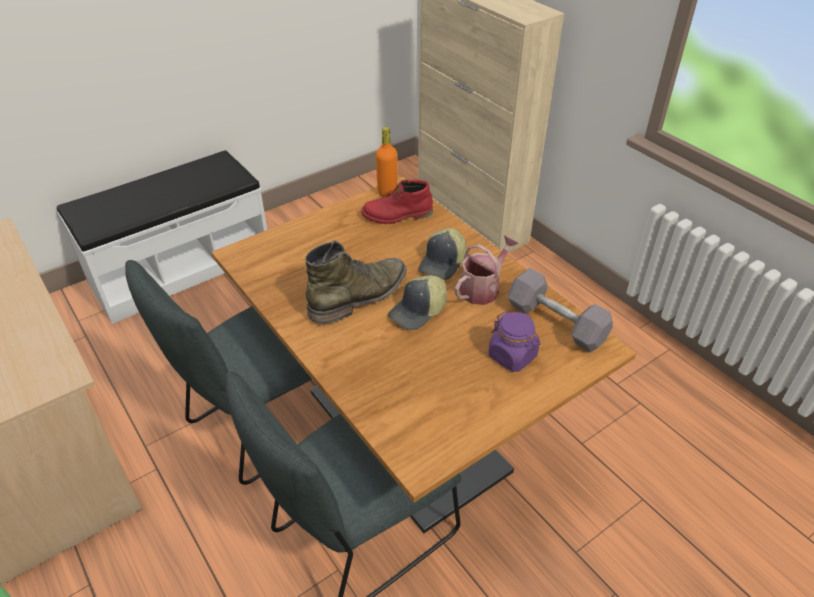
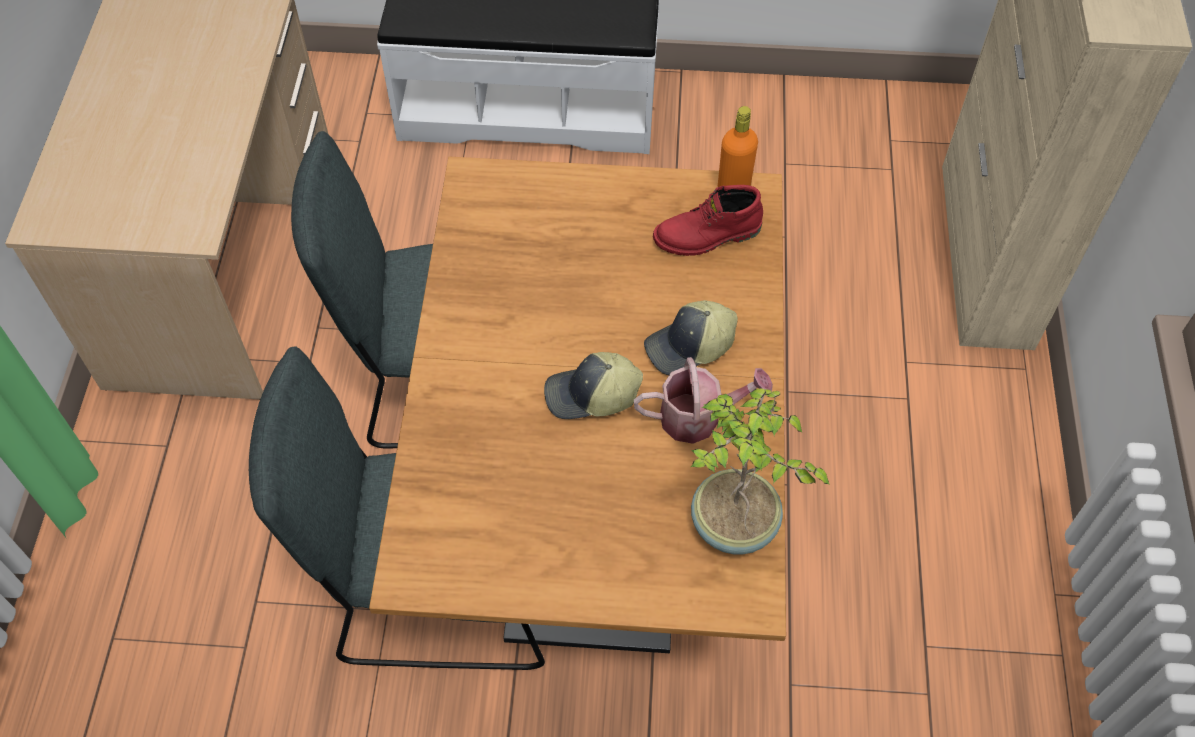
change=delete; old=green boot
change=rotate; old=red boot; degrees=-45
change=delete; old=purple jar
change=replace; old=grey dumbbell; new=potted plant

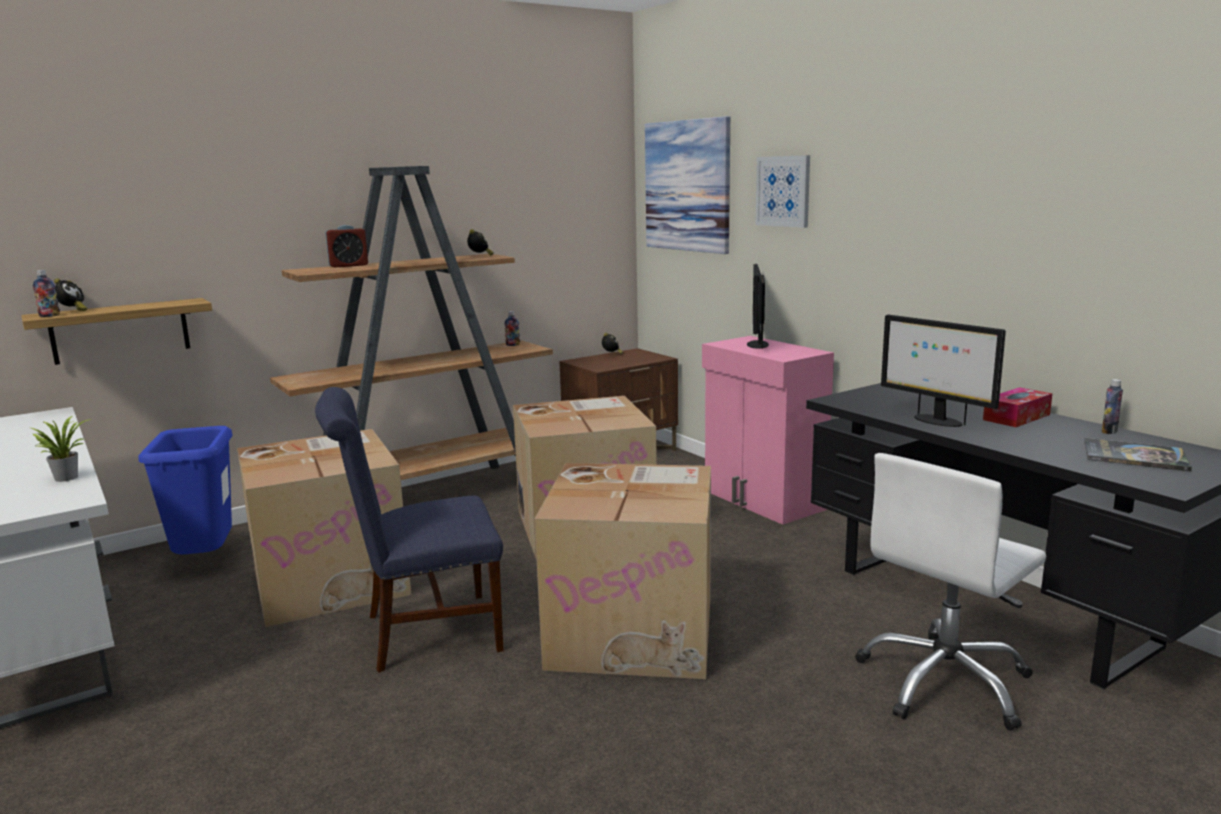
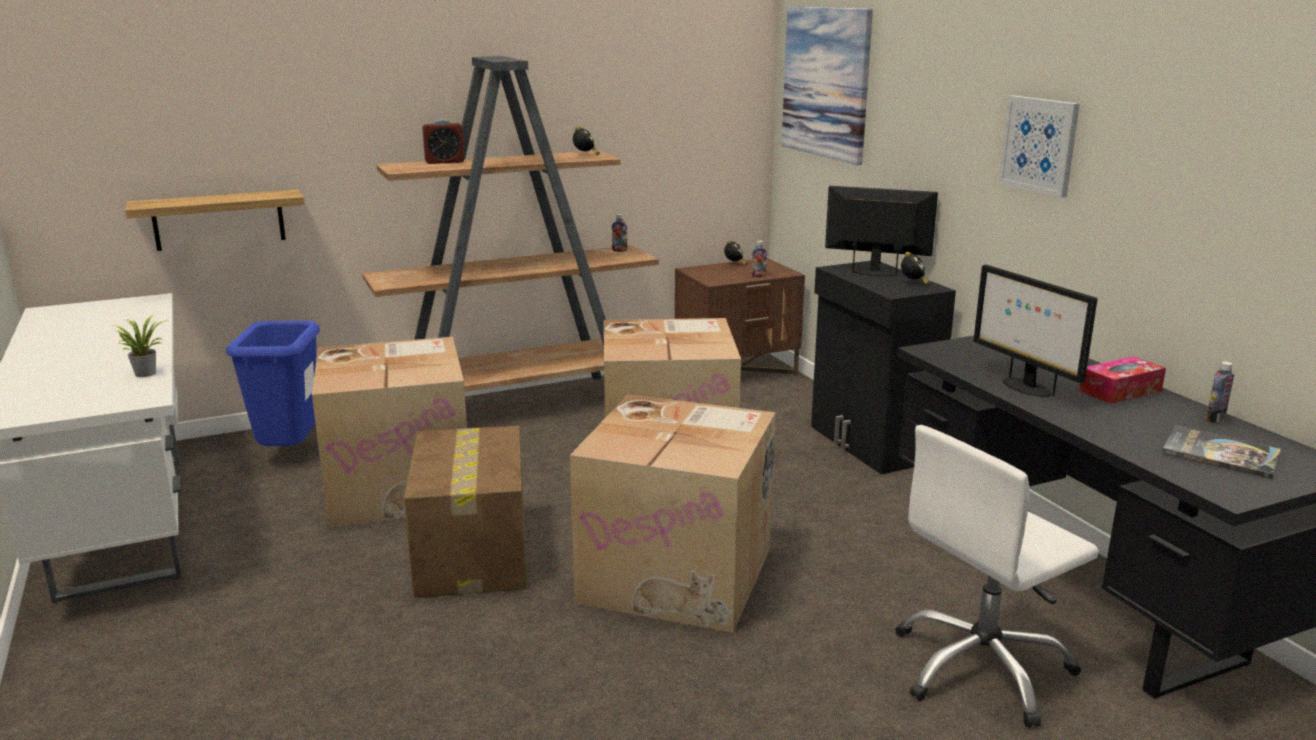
change=move; old=bottle (1st from left in the first image); new=bottle (2nd from left)
change=move; old=alarm clock (1st from left in the first image); new=alarm clock (4th from left)
change=replace; old=blue chair; new=cardboard box (2nd from left)
change=recolor; old=pink cabinet; new=black cabinet
change=rotate; old=monitor (1st from left); degrees=90
change=move; old=picture (2nd from left)

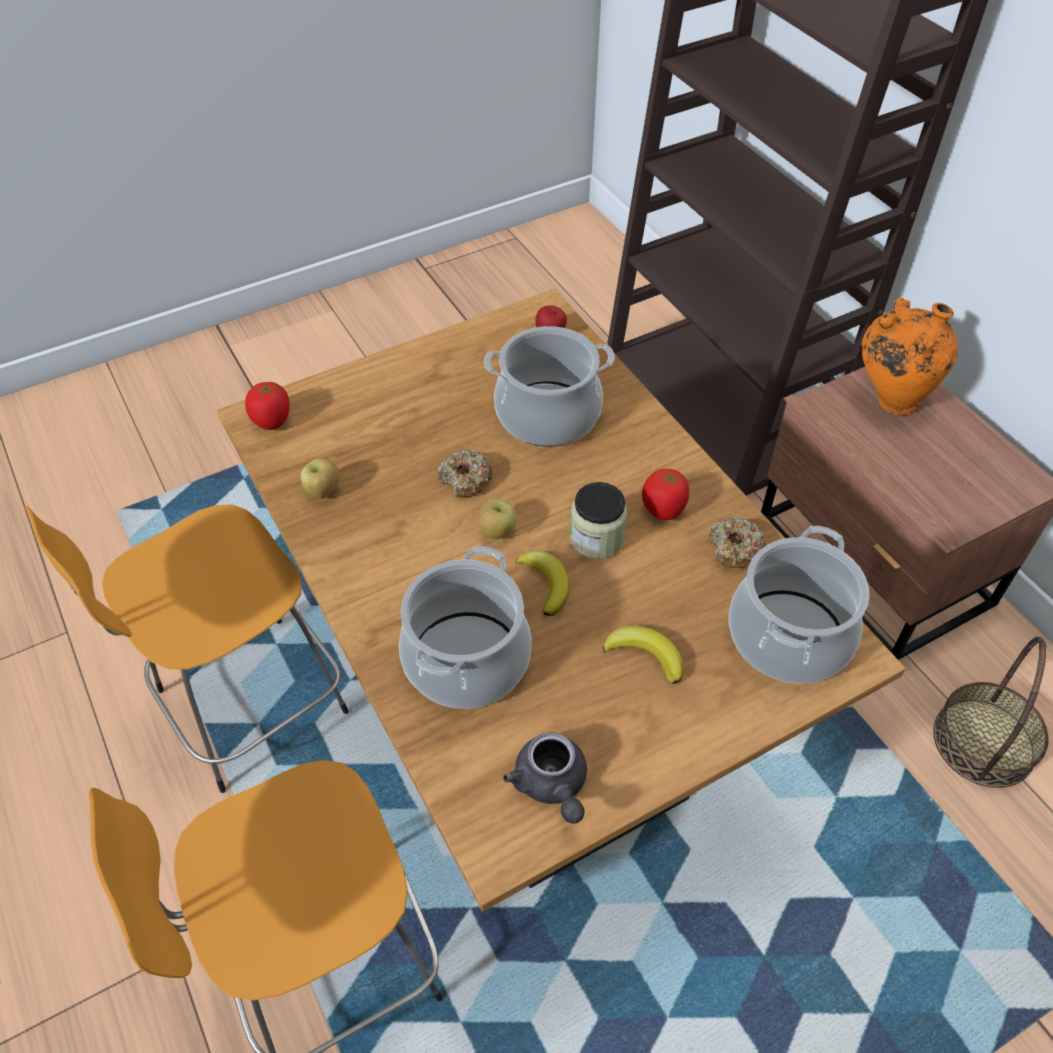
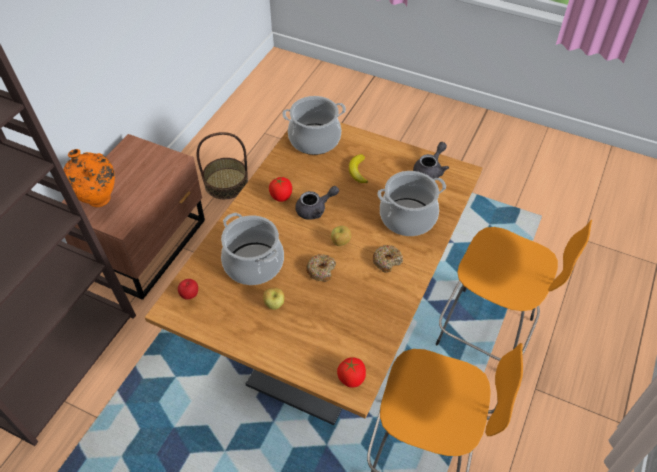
change=move; old=apple (1st from left in the first image); new=apple (2nd from left)
change=delete; old=banana (1st from left)
change=replace; old=jar; new=grey teapot (1st from left)
change=move; old=donut (2nd from left)

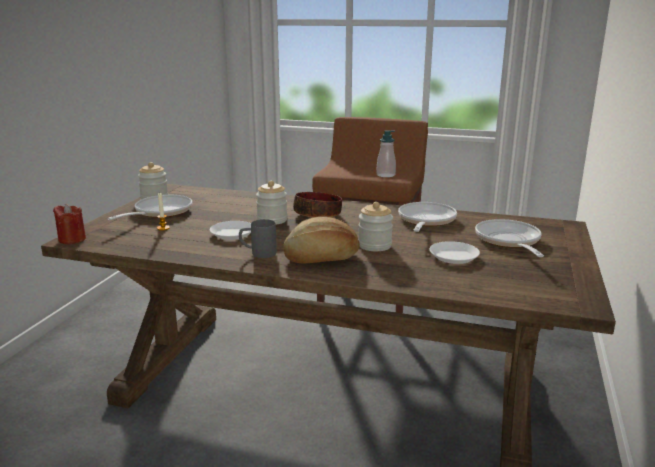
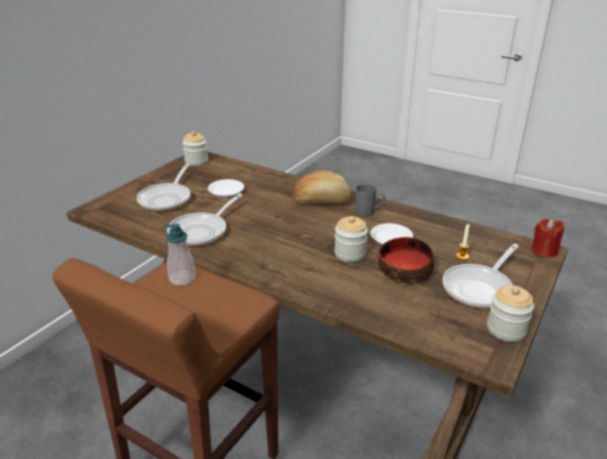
change=move; old=bowl
change=move; old=jar (3rd from left in the first image); new=jar (1st from left)

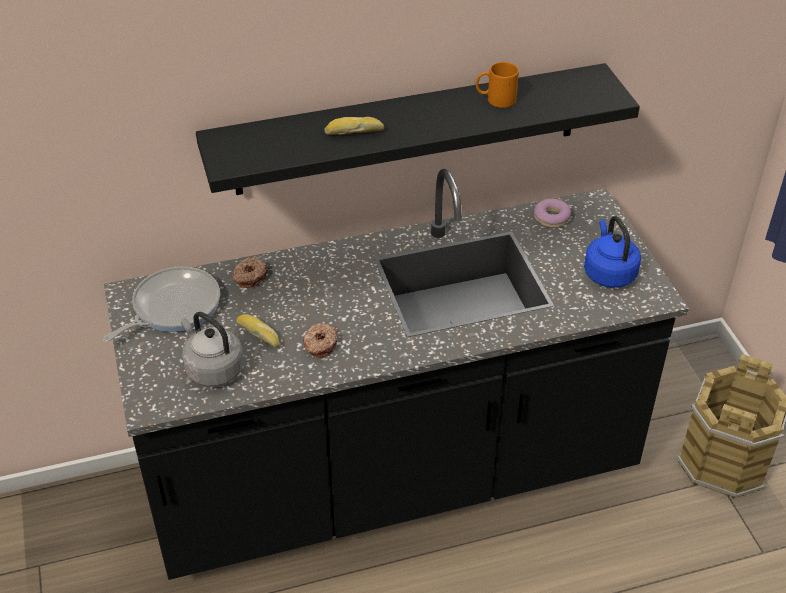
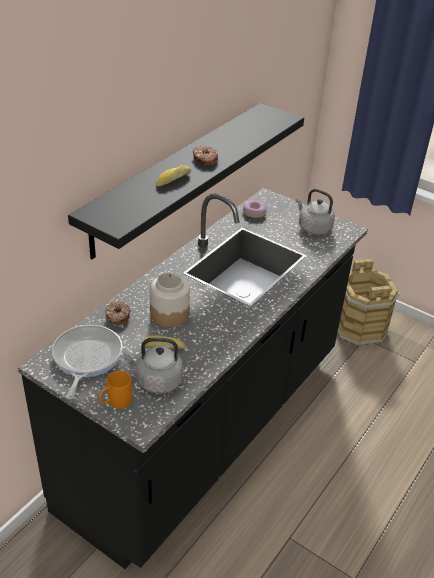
change=move; old=donut (2nd from left)
change=move; old=orange mug
change=recolor; old=blue kettle; new=grey kettle (2nd from left)
change=insert; new=jar

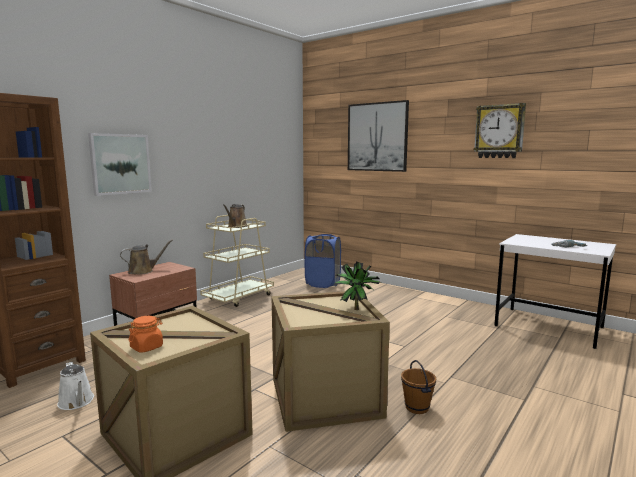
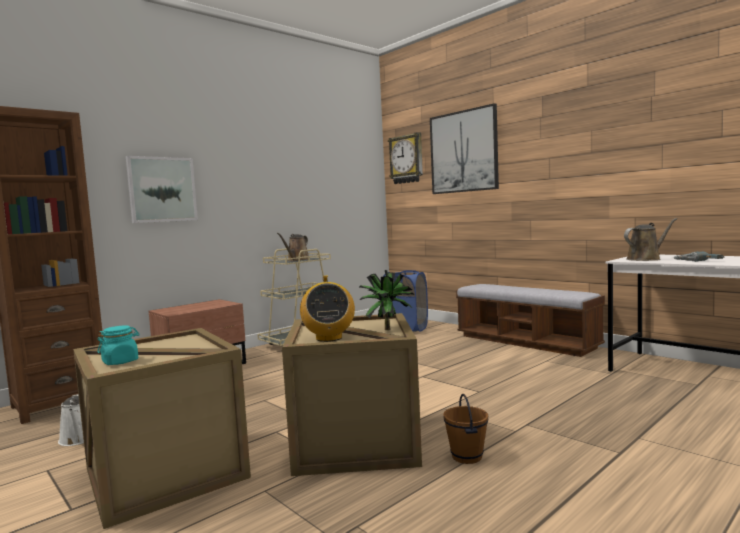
change=move; old=brown watering can (1st from left in the first image); new=brown watering can (2nd from left)
change=recolor; old=orange jar; new=turquoise jar
change=move; old=wall clock
change=insert; new=radio
change=insert; new=bench

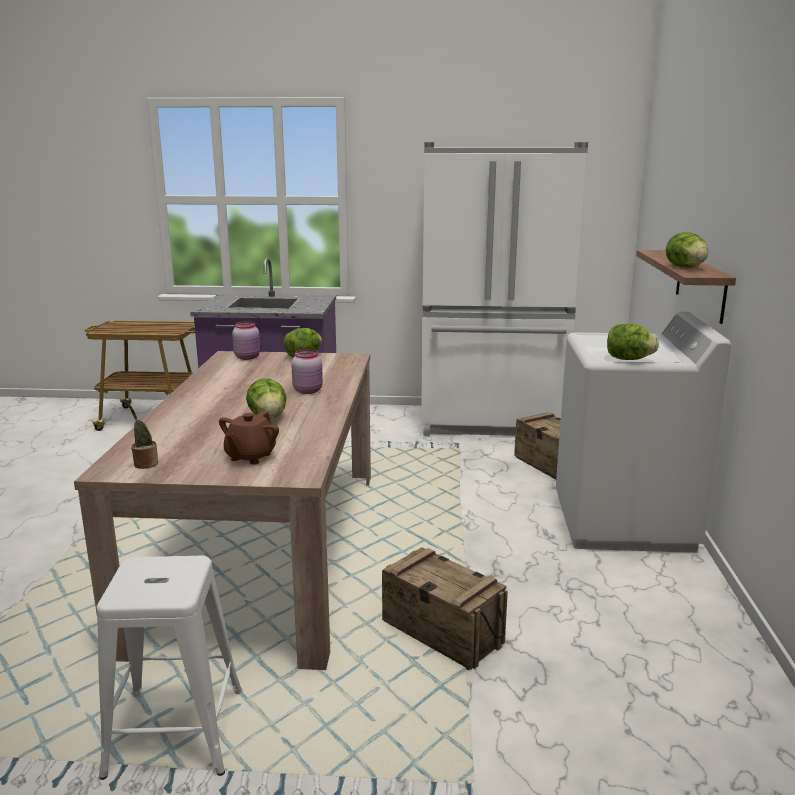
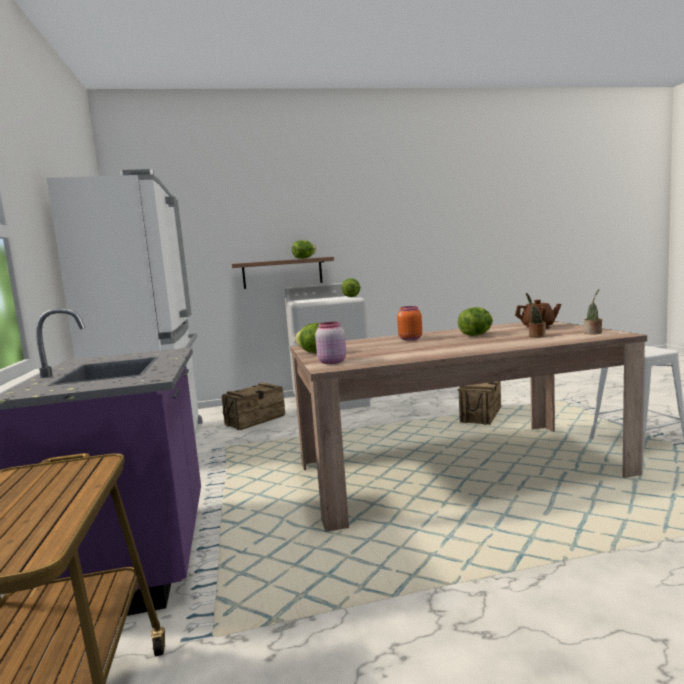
change=recolor; old=pink jar (2nd from left); new=orange jar
change=insert; new=potted plant (1st from left)

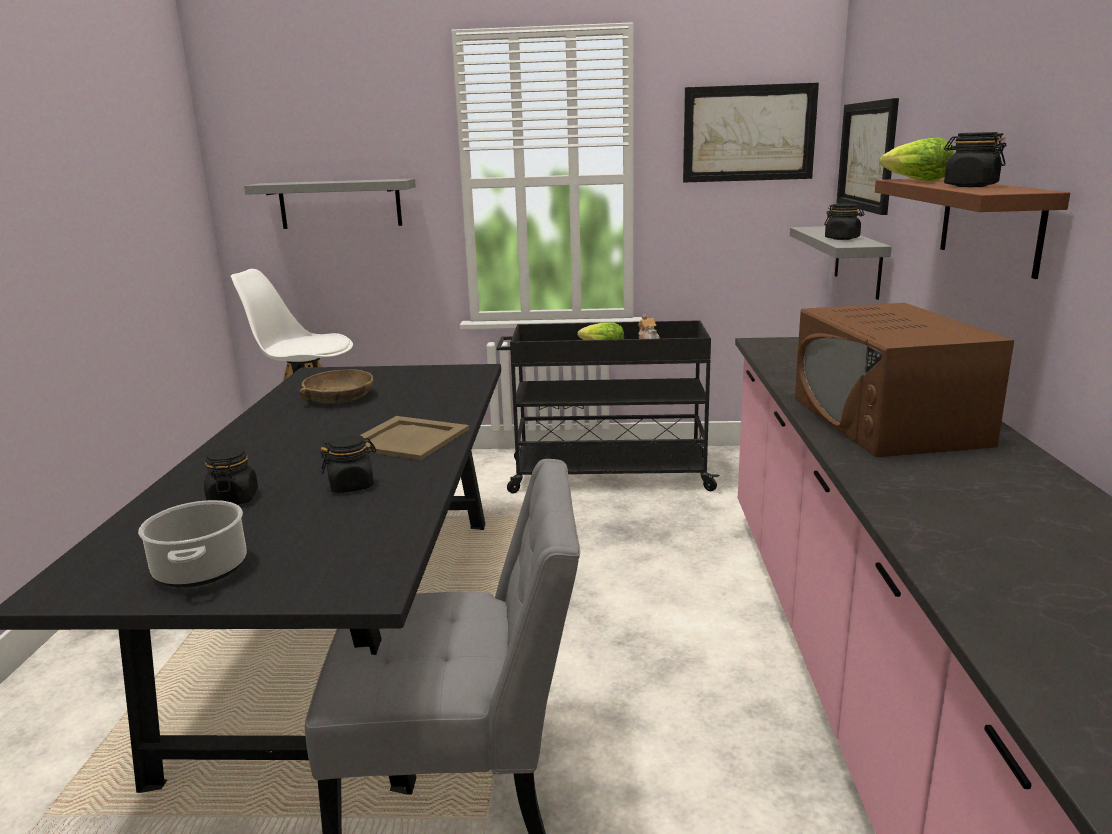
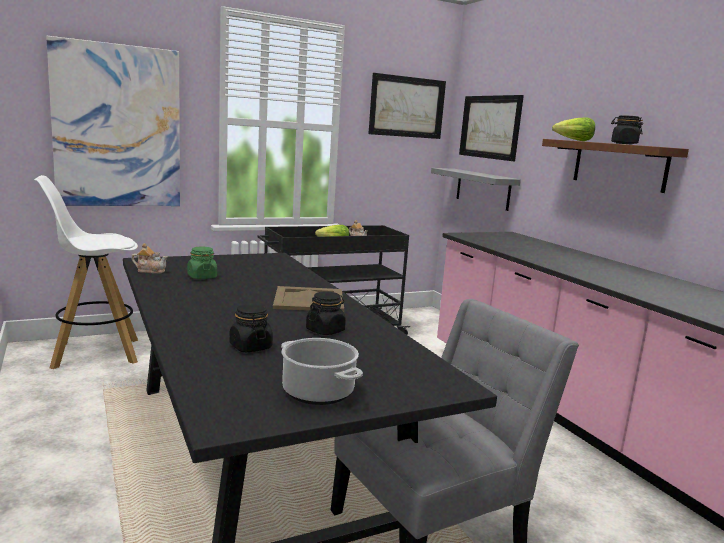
change=replace; old=grey shelf (1st from left); new=picture (1st from left)
change=replace; old=brown bowl; new=green jar
change=delete; old=brown microwave
change=delete; old=black jar (3rd from left)
change=insert; new=teapot (1st from left)

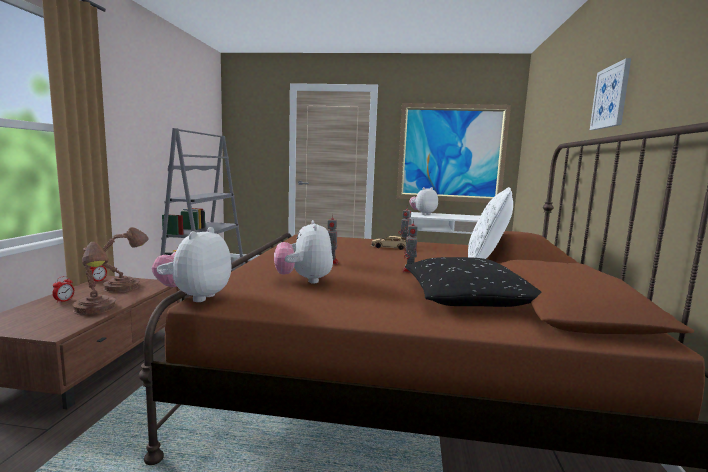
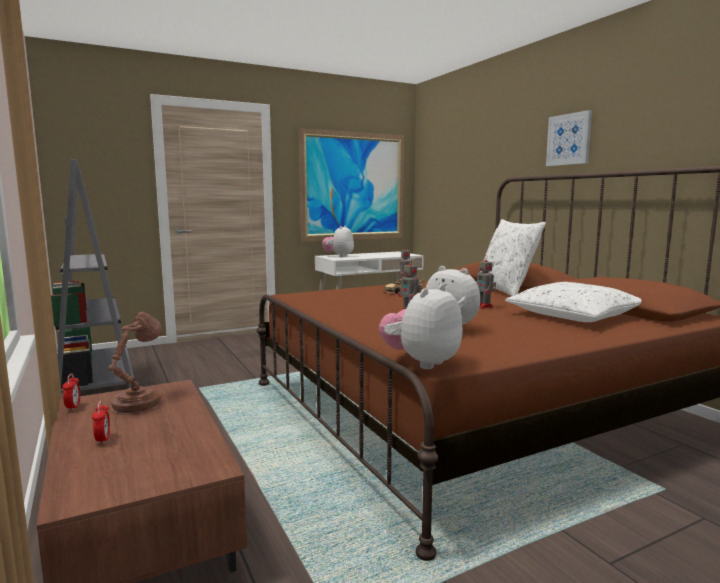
change=delete; old=brown table lamp (1st from left)
change=rotate; old=plush toy (1st from left in the first image); degrees=60
change=recolor; old=black pillow; new=white pillow (2nd from left)

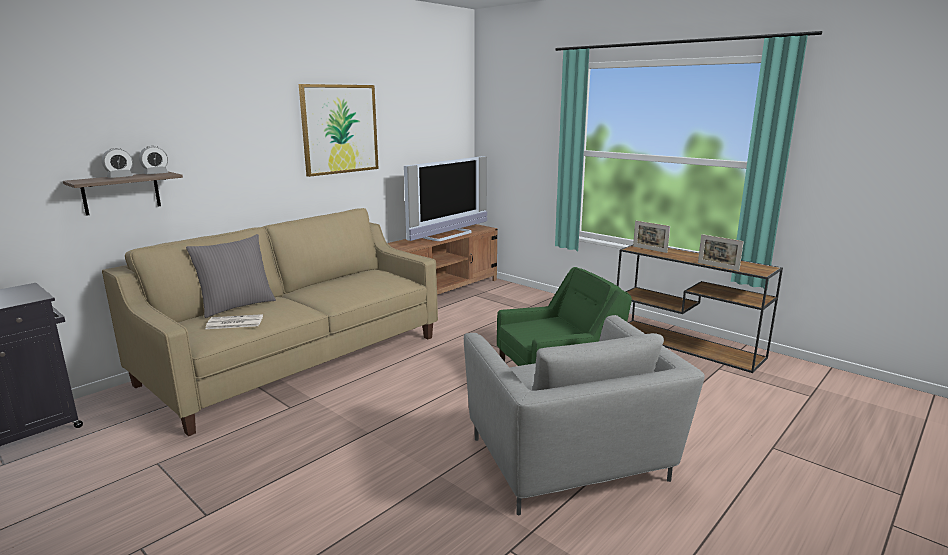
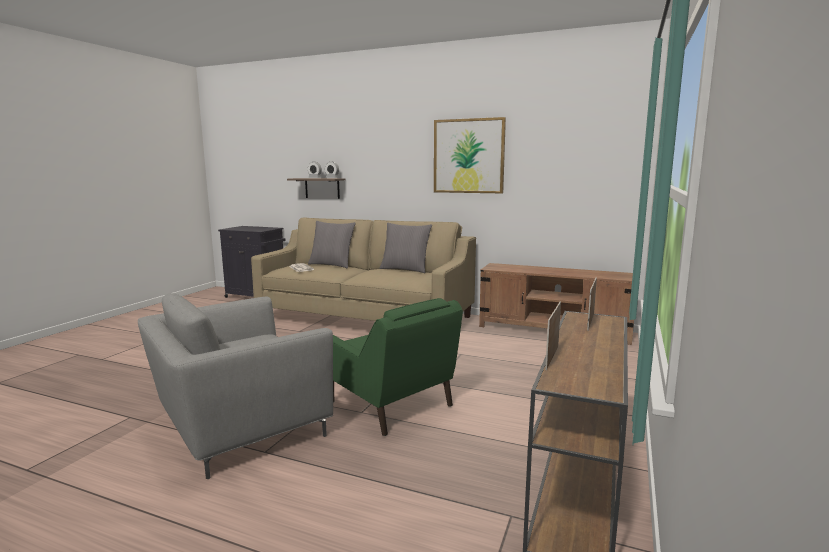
change=delete; old=television
change=insert; new=grey pillow (2nd from left)

